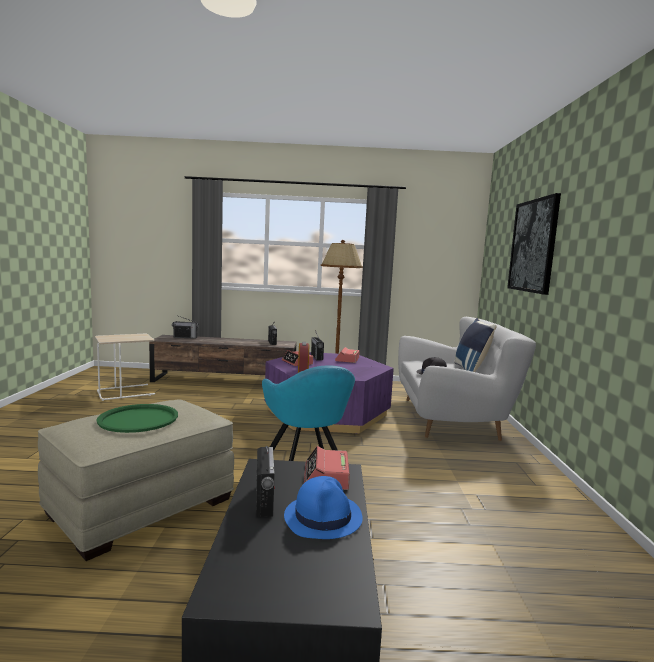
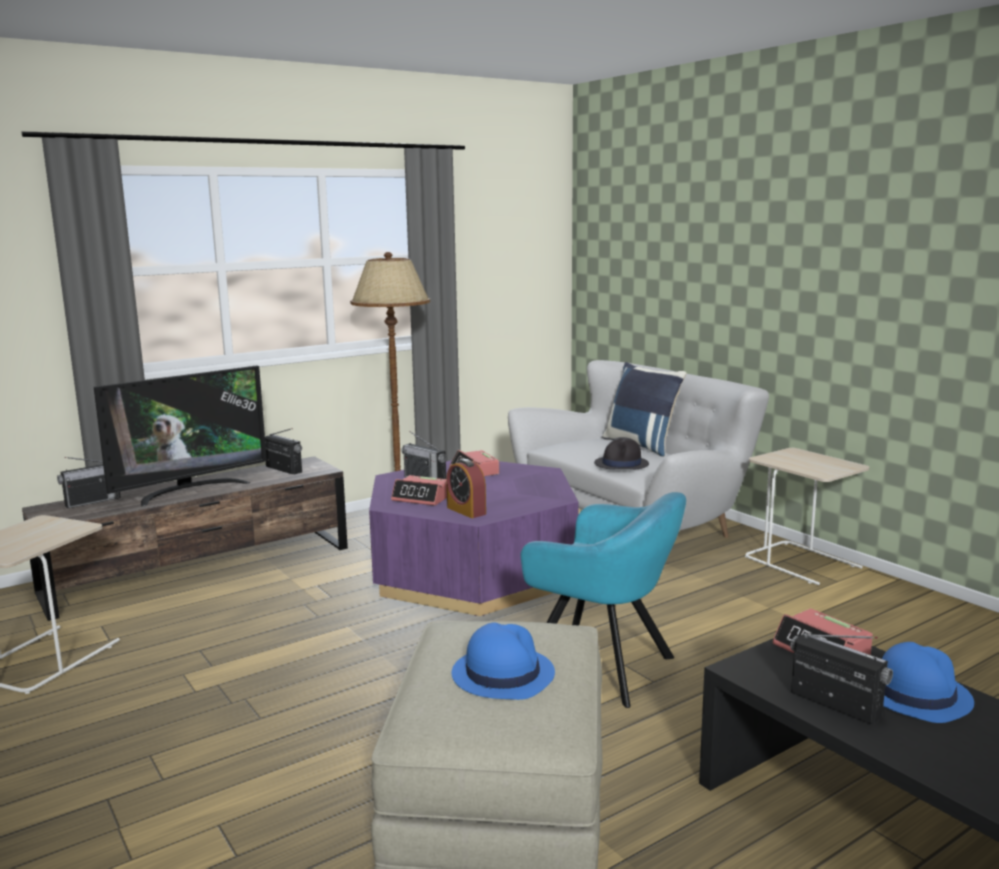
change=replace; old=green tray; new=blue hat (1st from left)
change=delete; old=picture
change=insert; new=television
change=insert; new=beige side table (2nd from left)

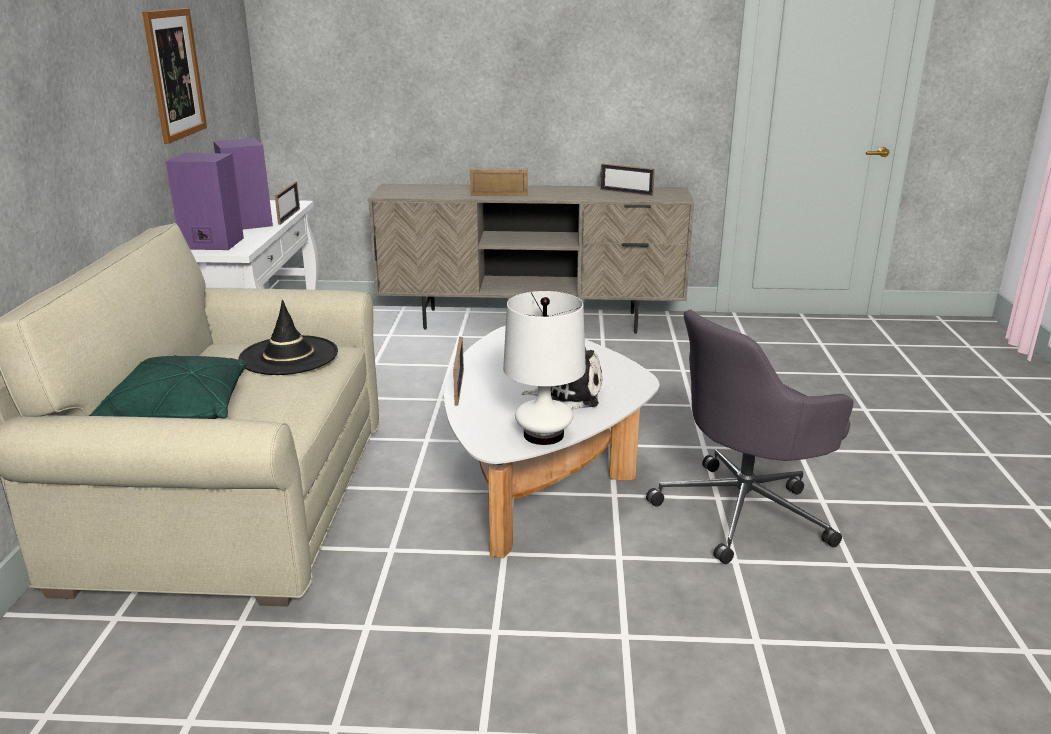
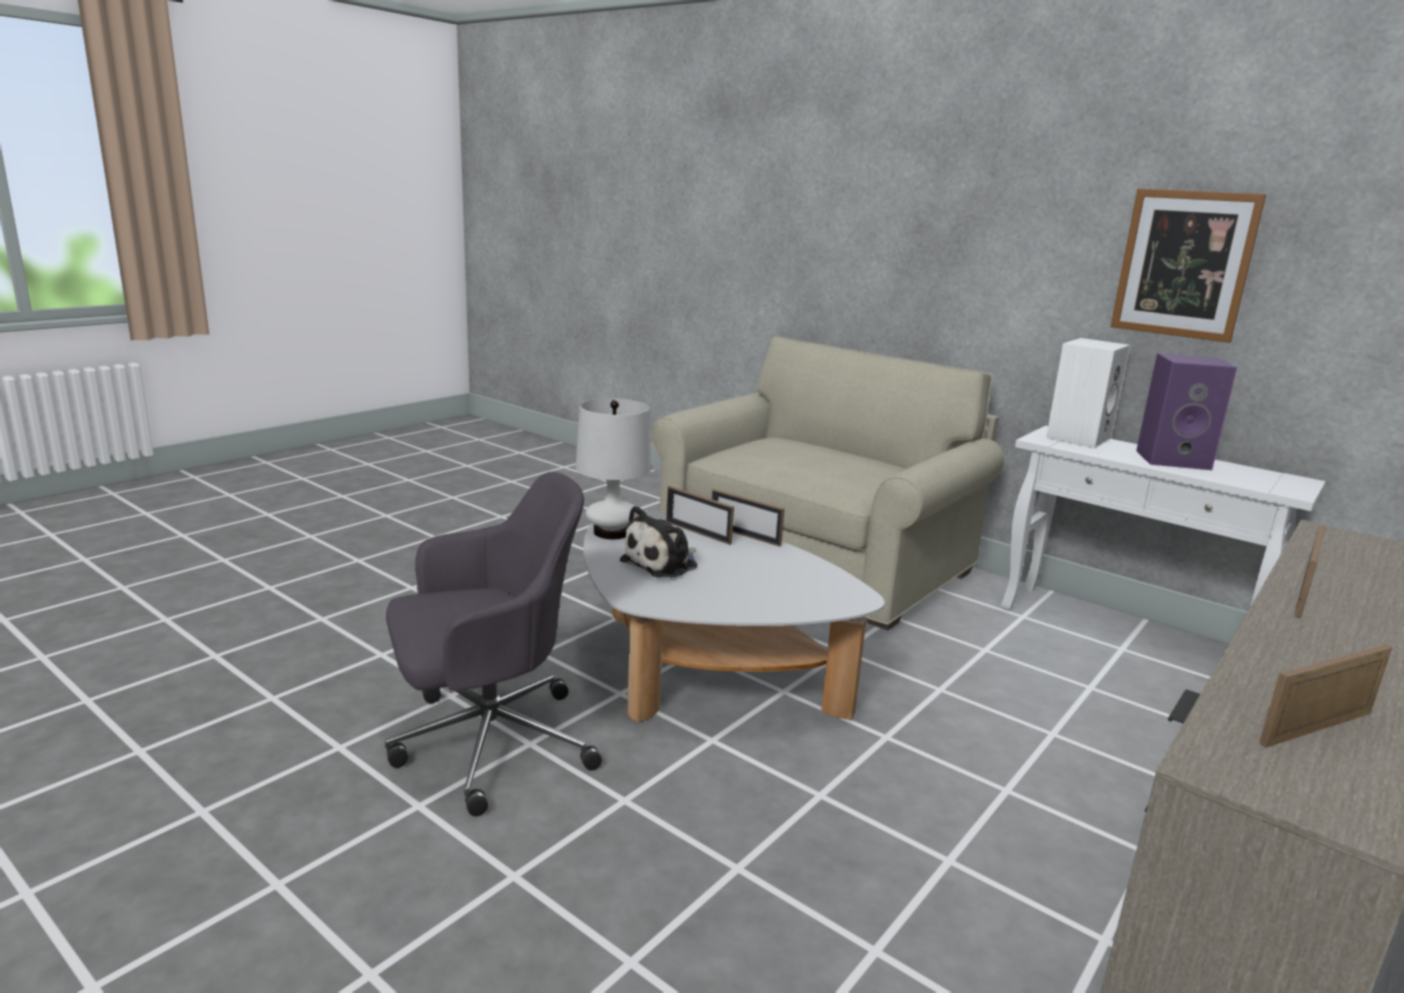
change=delete; old=green pillow
change=recolor; old=purple speaker (1st from left); new=white speaker
change=delete; old=black hat
change=move; old=picture frame (1st from left)
change=rotate; old=grey office chair; degrees=60

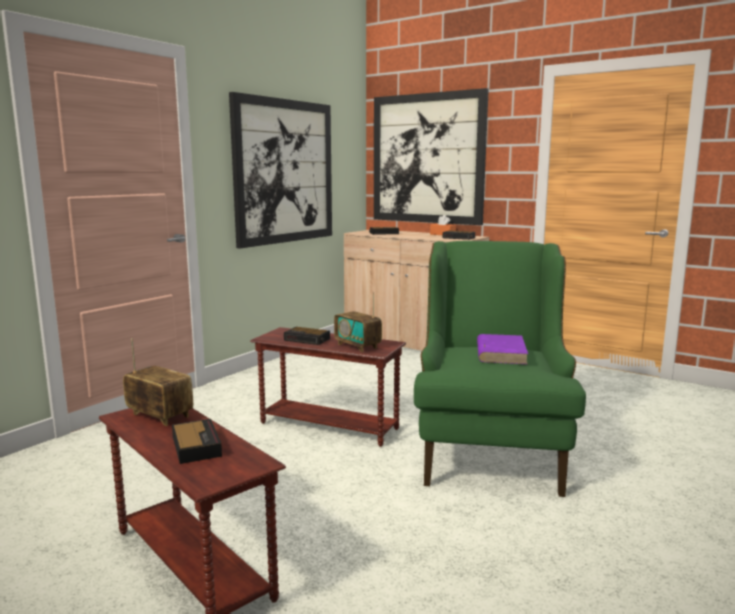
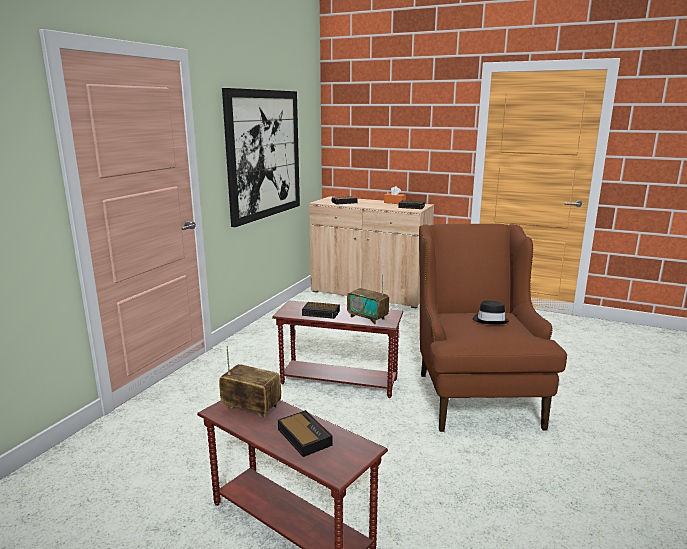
change=delete; old=picture (2nd from left)
change=recolor; old=green armchair; new=brown armchair
change=replace; old=purple book; new=black hat

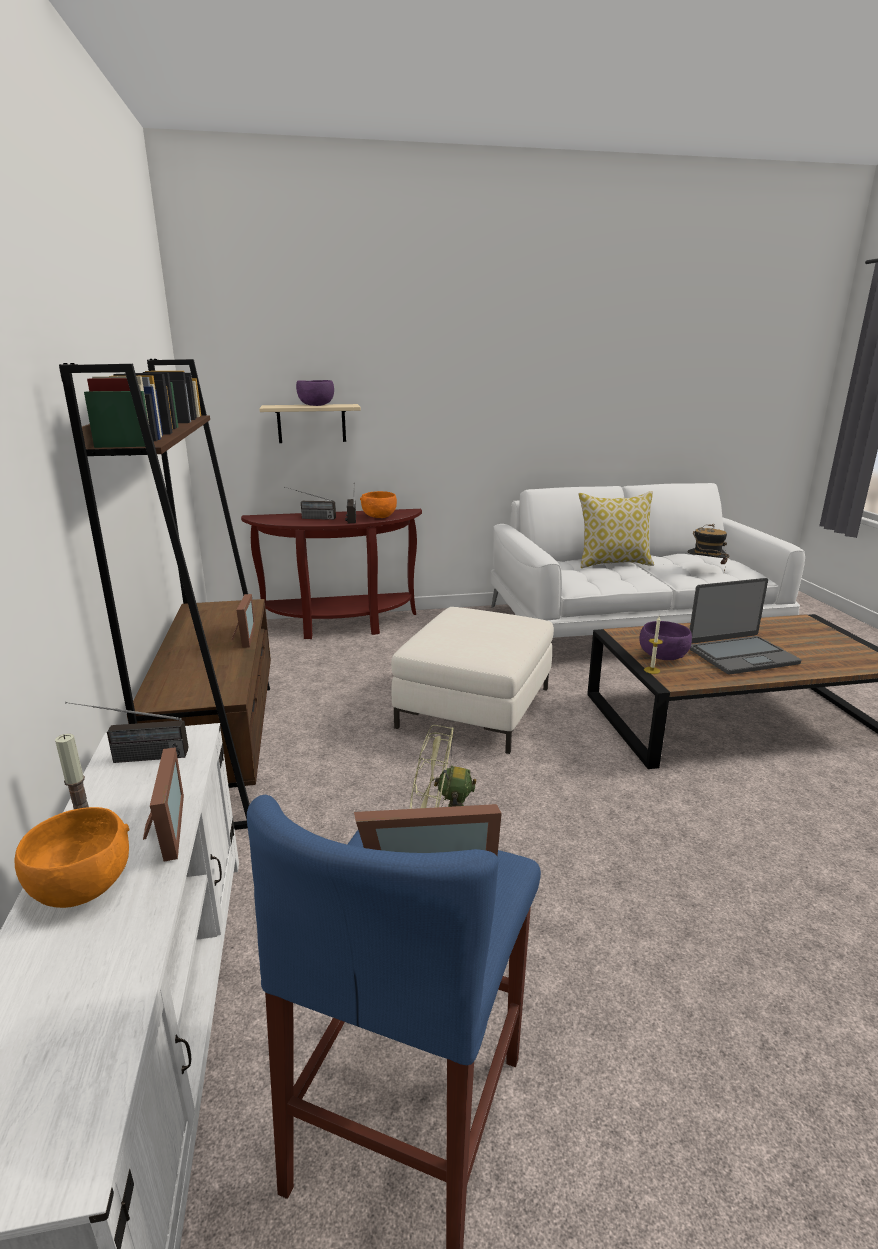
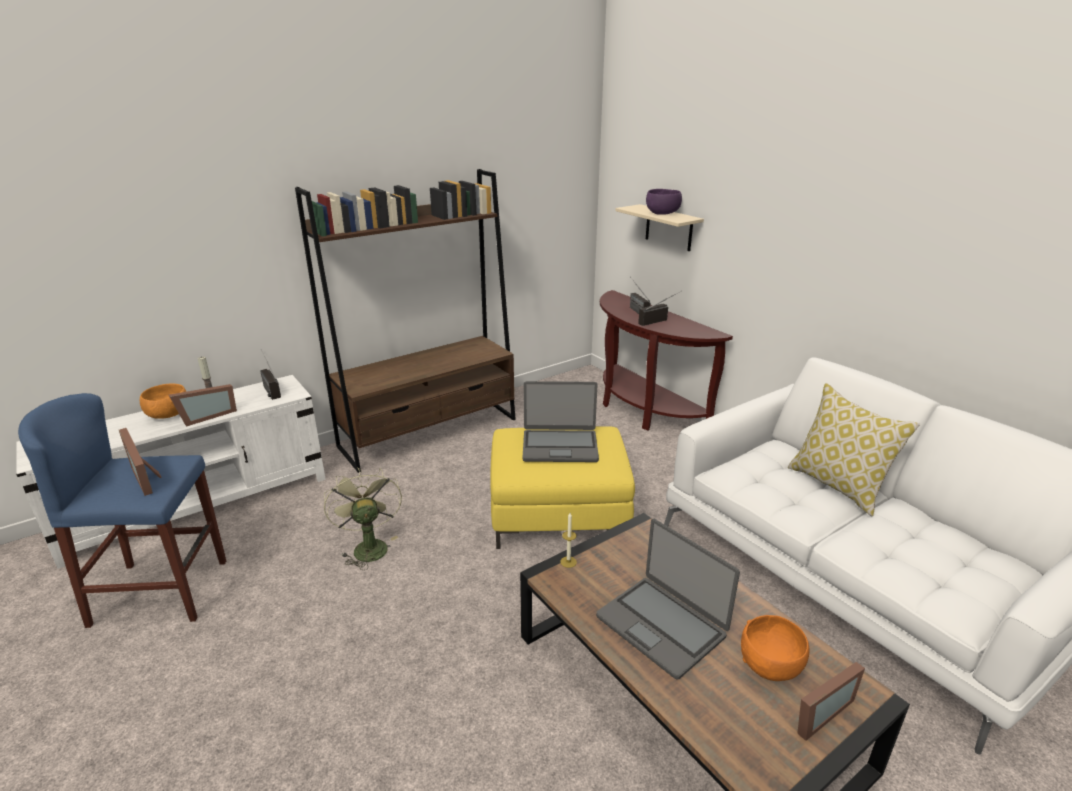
change=move; old=picture frame (2nd from left in the first image); new=picture frame (3rd from left)
change=move; old=orange bowl (2nd from left)
change=recolor; old=white ottoman; new=yellow ottoman
change=delete; old=purple bowl (2nd from left)
change=delete; old=hat
change=insert; new=laptop (1st from left)

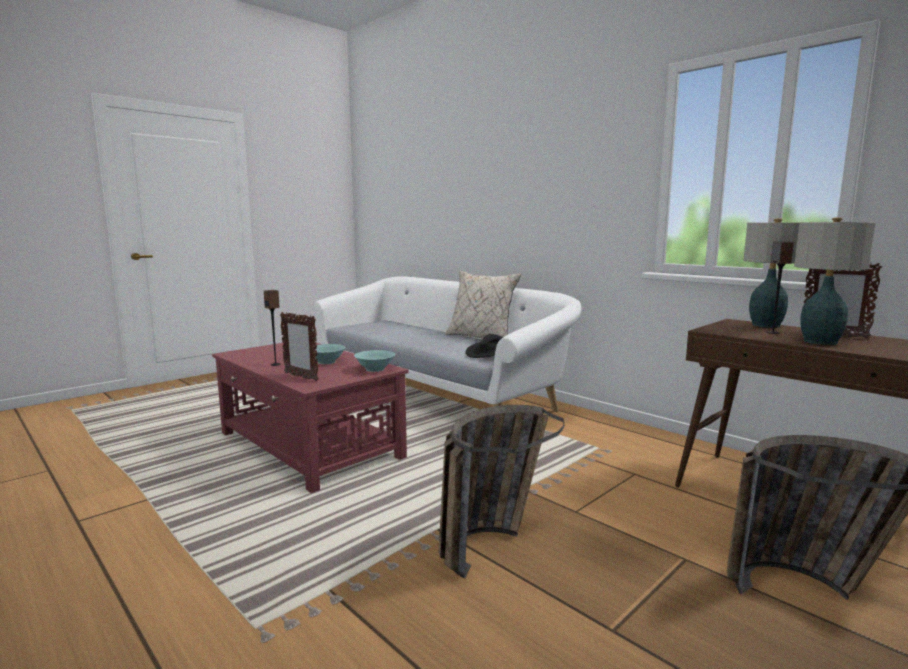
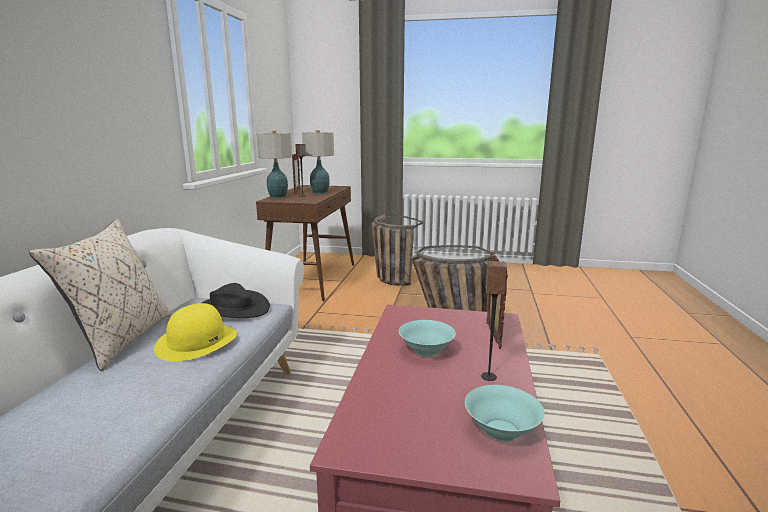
change=move; old=turquoise bowl (2nd from left)
change=insert; new=yellow hat

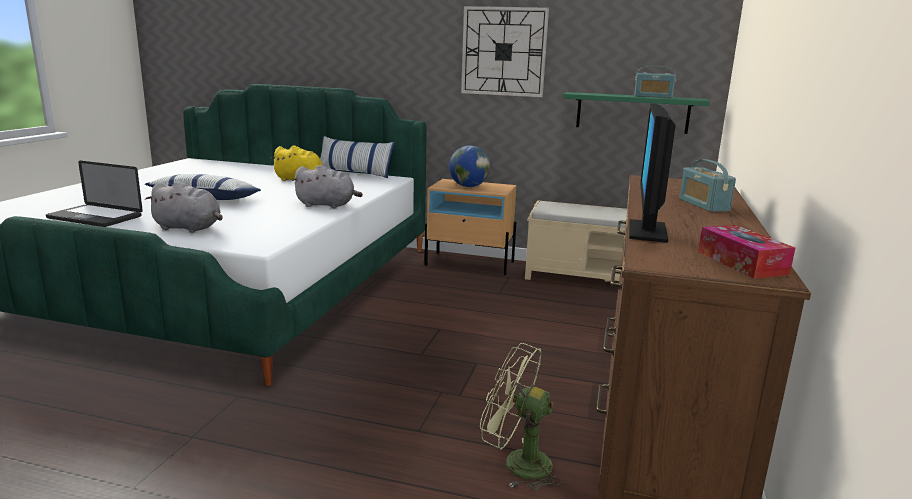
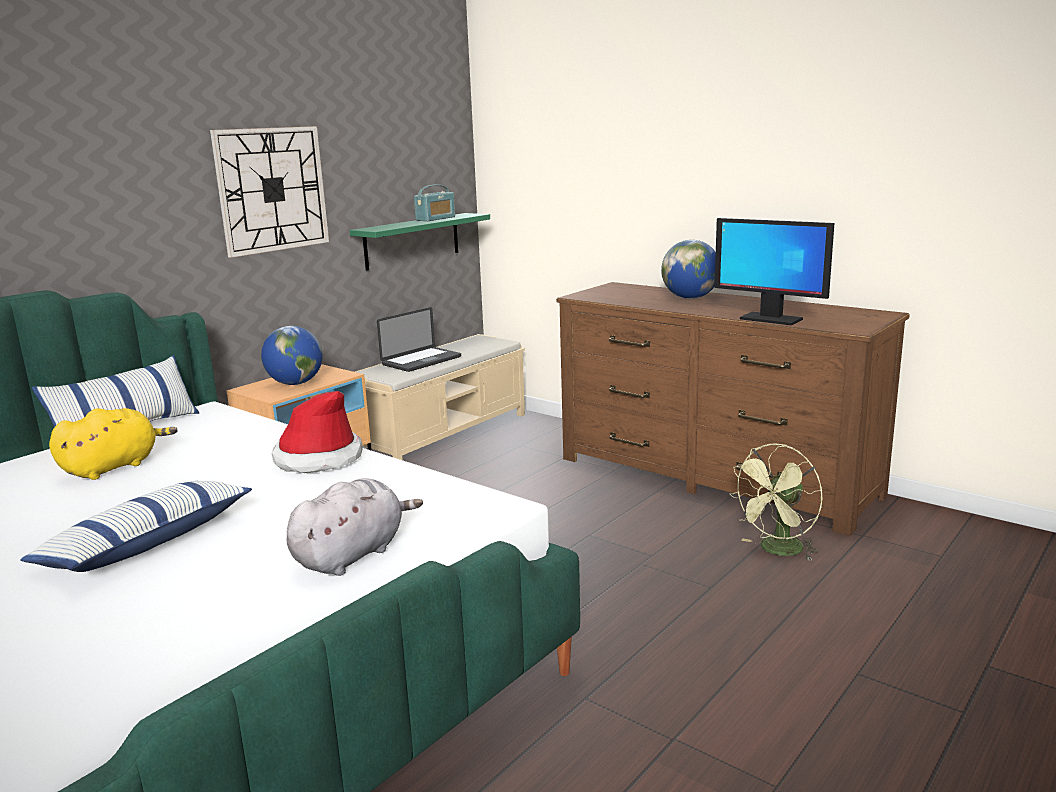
change=move; old=laptop
change=replace; old=grey plush toy (2nd from left); new=hat
change=replace; old=radio (2nd from left); new=globe (2nd from left)
change=delete; old=tissue box

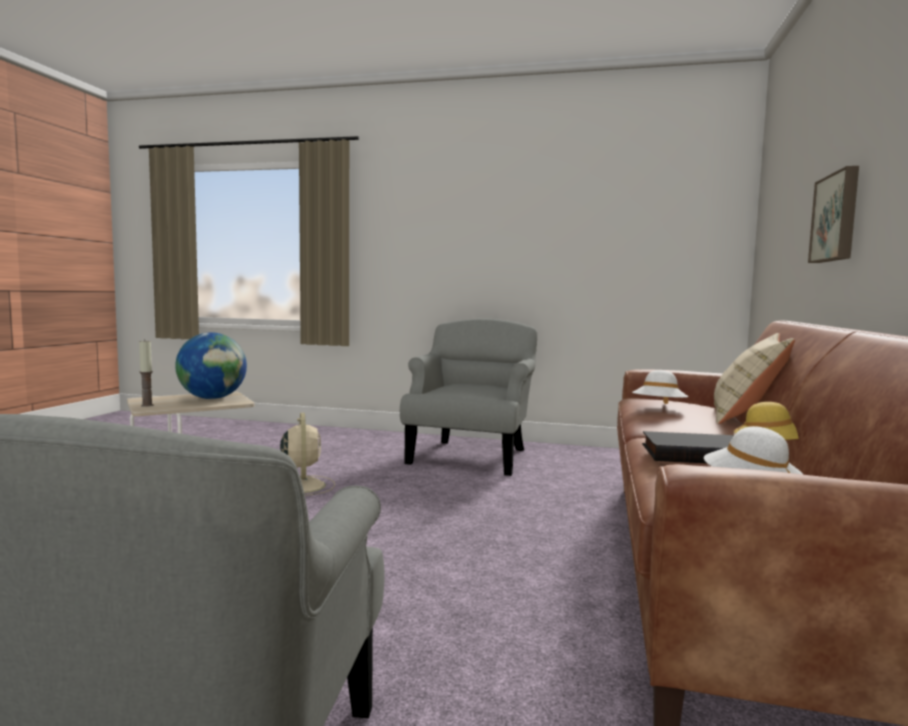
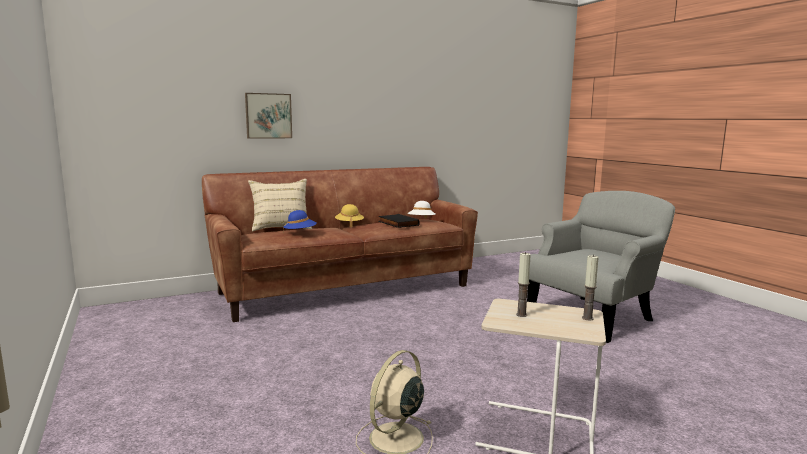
change=replace; old=globe; new=candle (1st from left)
change=delete; old=grey armchair (2nd from left)
change=recolor; old=white hat (1st from left); new=blue hat

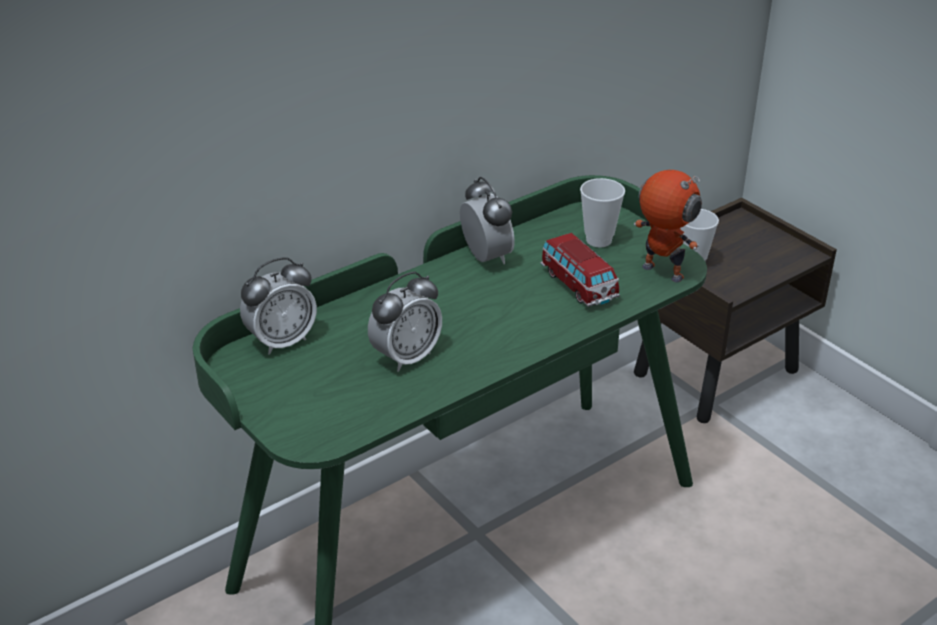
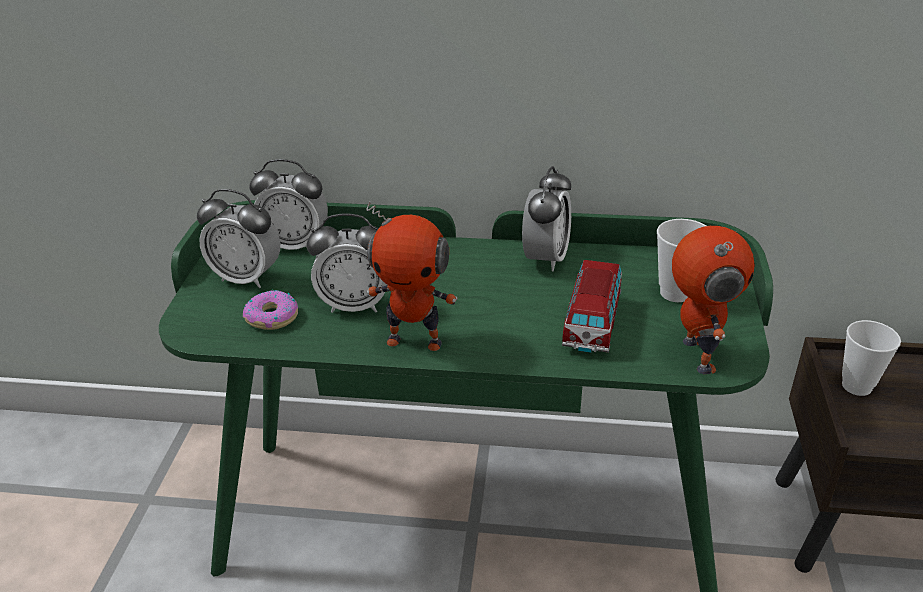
change=insert; new=alarm clock (1st from left)
change=insert; new=donut
change=insert; new=toy robot (1st from left)

